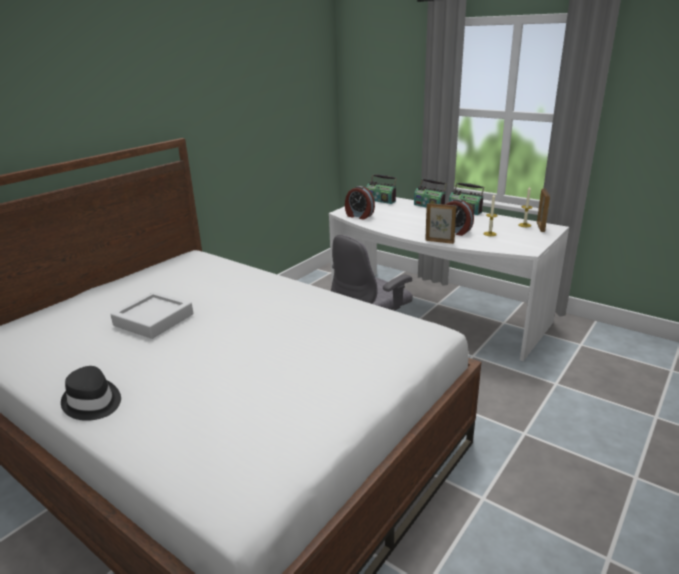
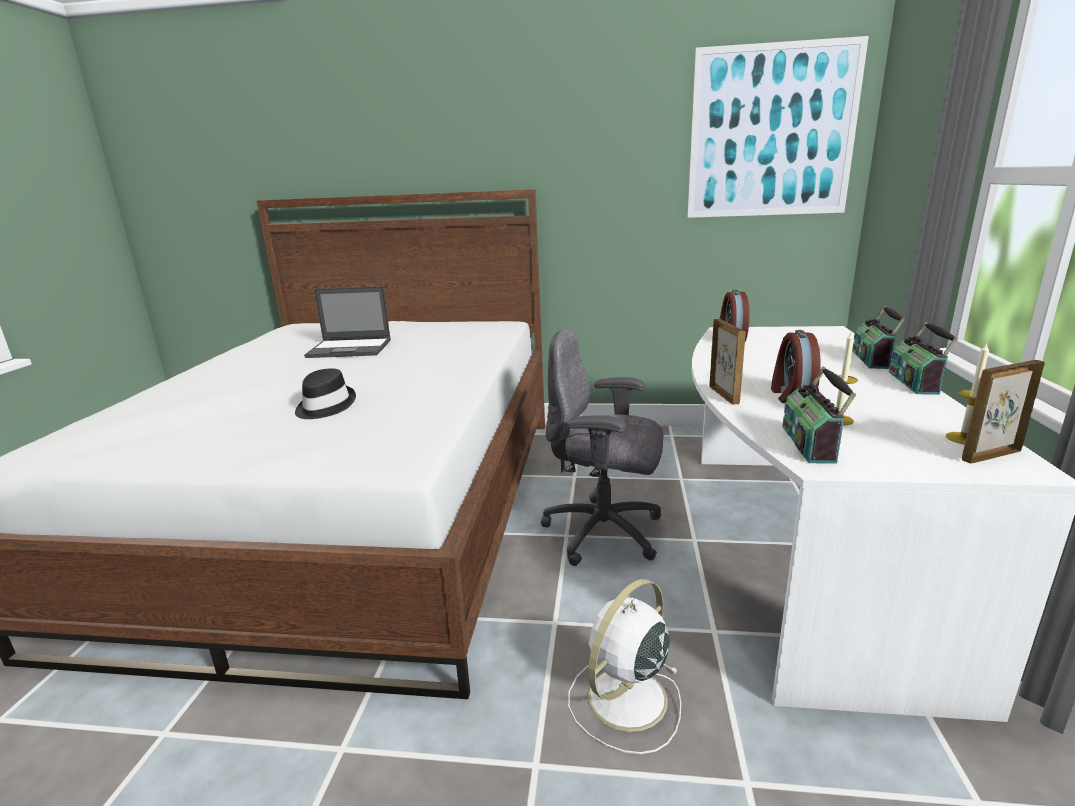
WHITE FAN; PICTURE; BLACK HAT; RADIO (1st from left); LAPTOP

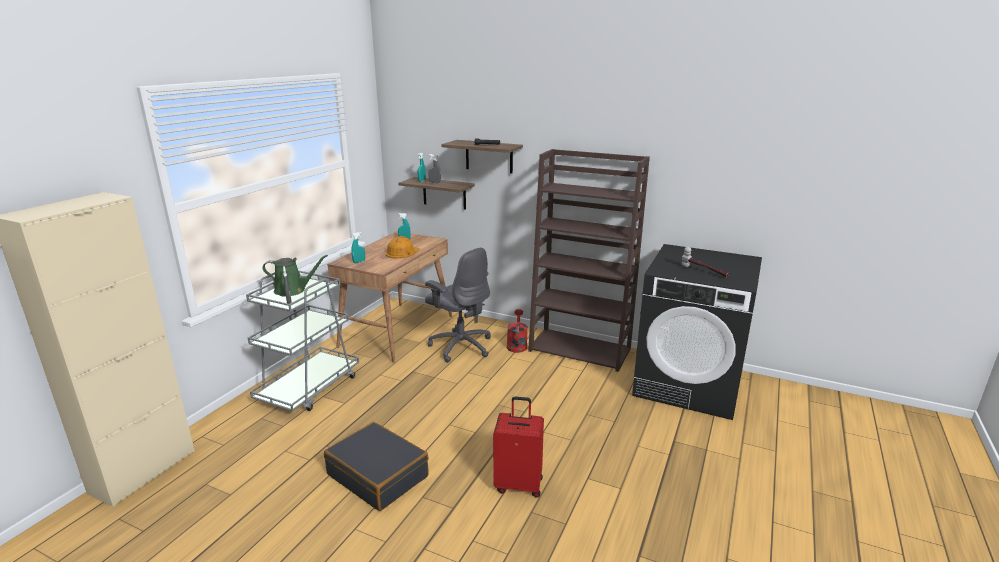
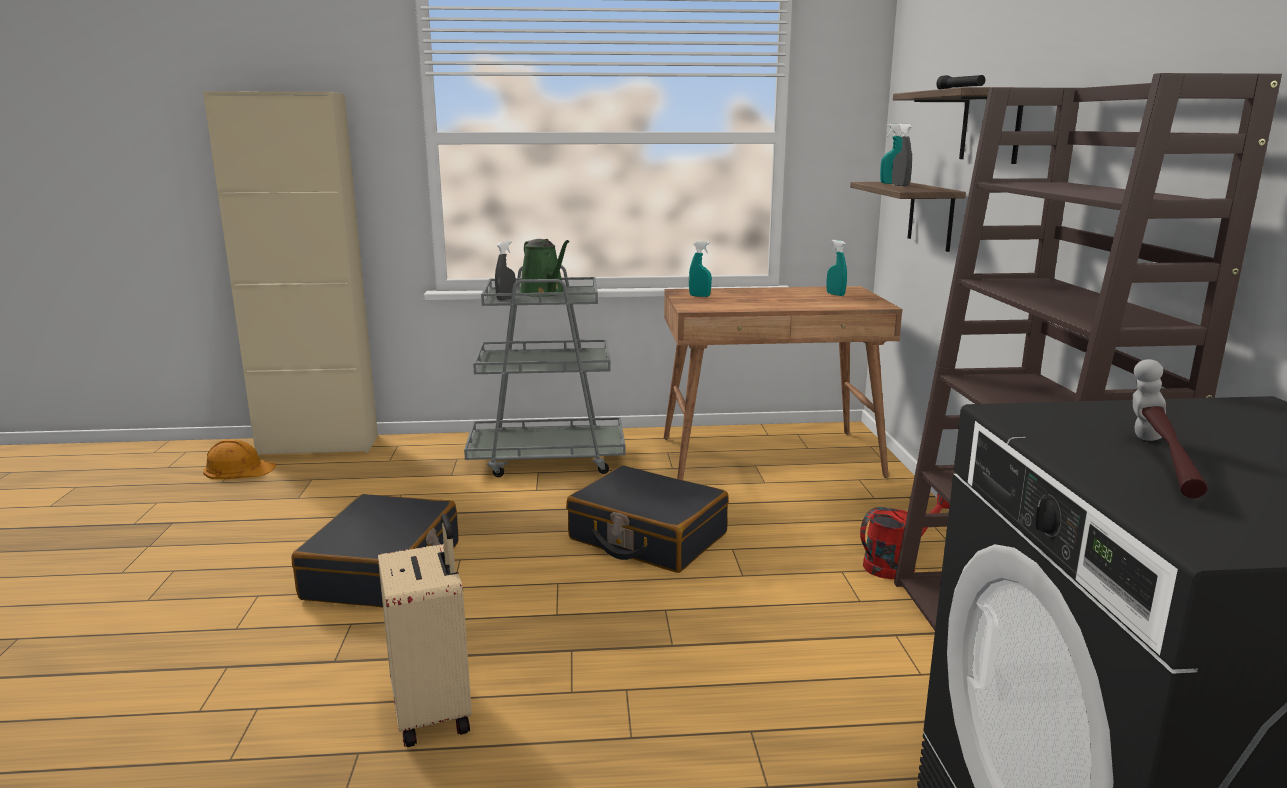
GREY OFFICE CHAIR; BLACK SUITCASE (2nd from left); ORANGE HARD HAT; BEIGE SUITCASE

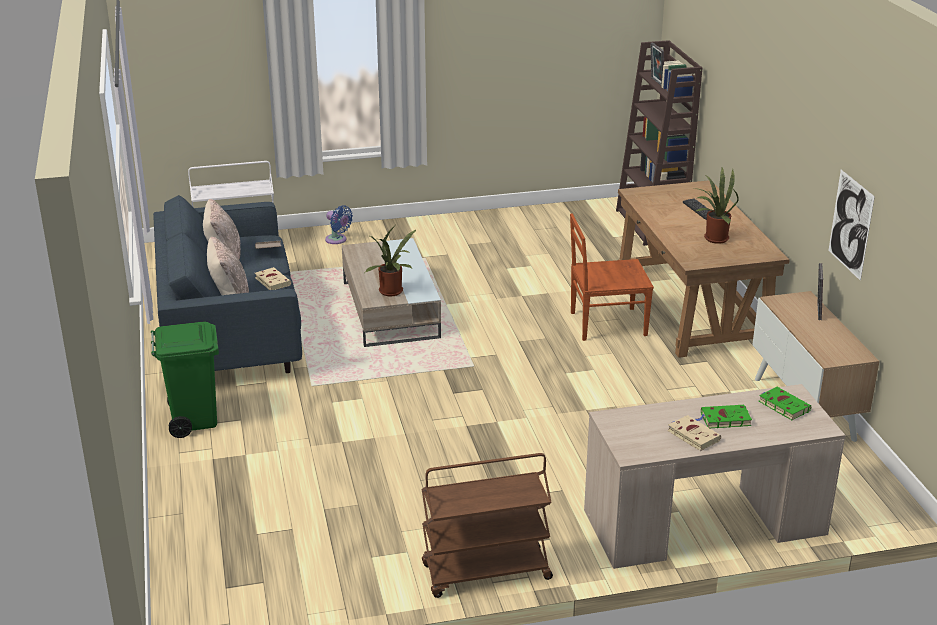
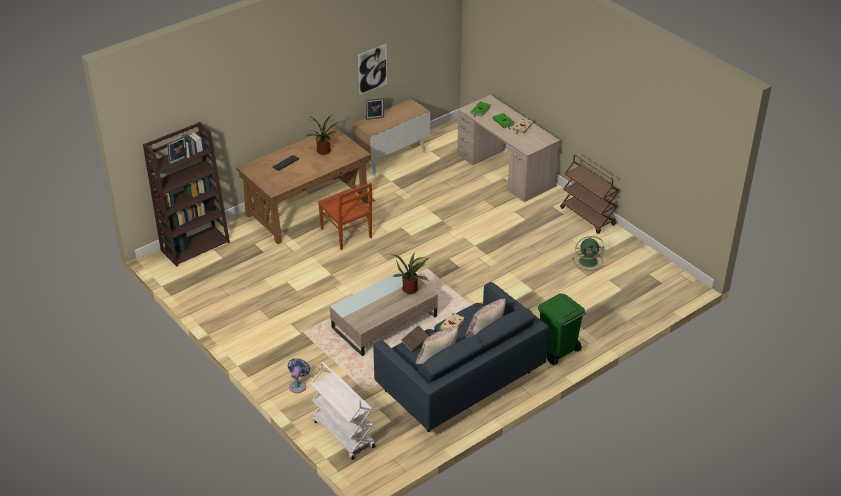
GREEN FAN

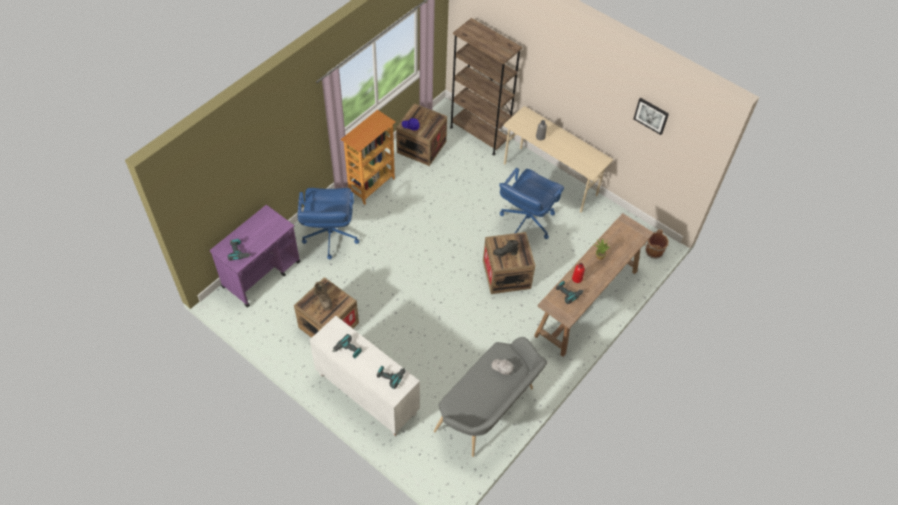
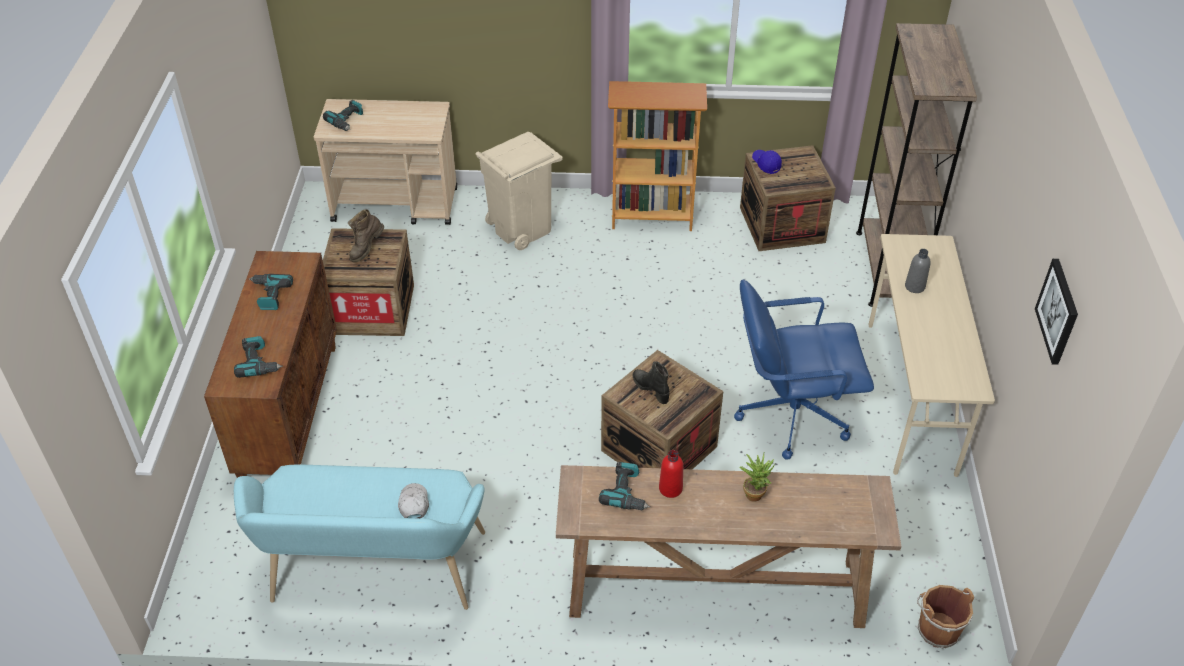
BEIGE TRASH CAN; BEIGE CART; BROWN CABINET; TURQUOISE BENCH

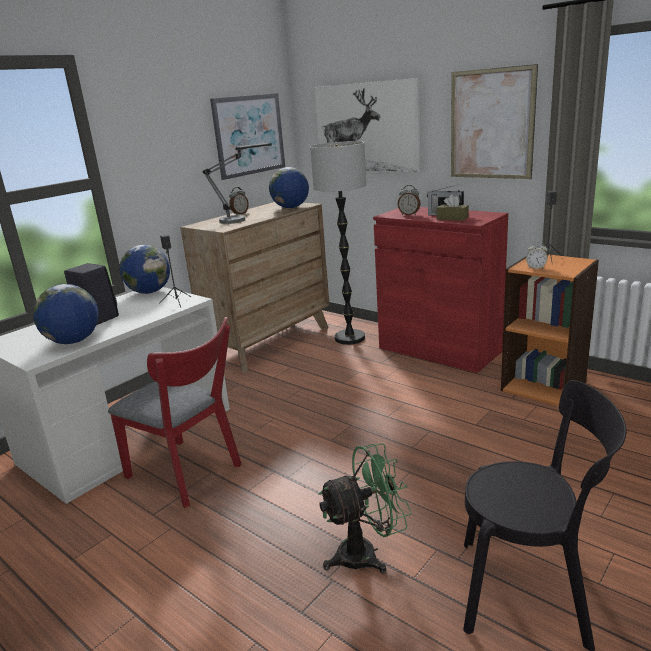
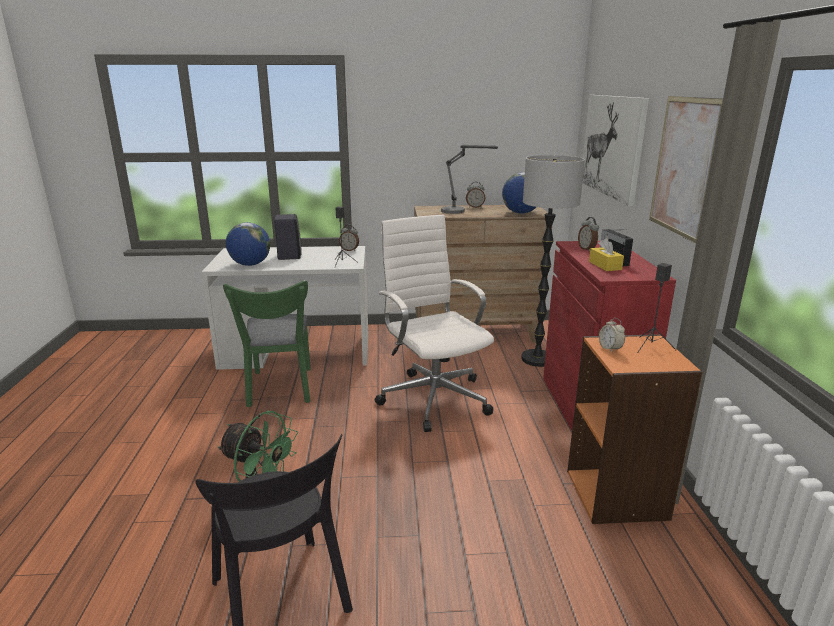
PICTURE (1st from left in the first image); WHITE OFFICE CHAIR; ALARM CLOCK (1st from left); GREEN CHAIR; YELLOW TISSUE BOX

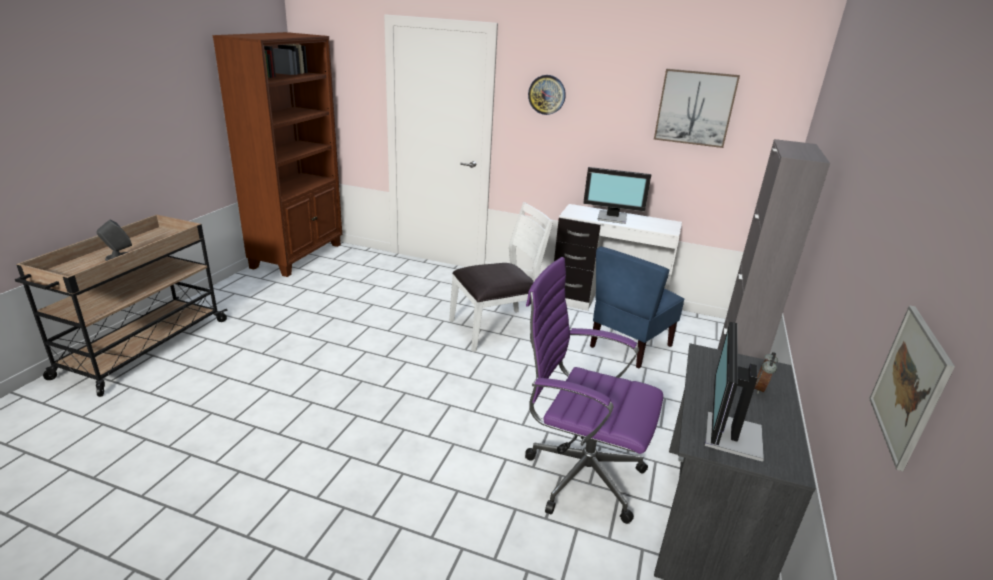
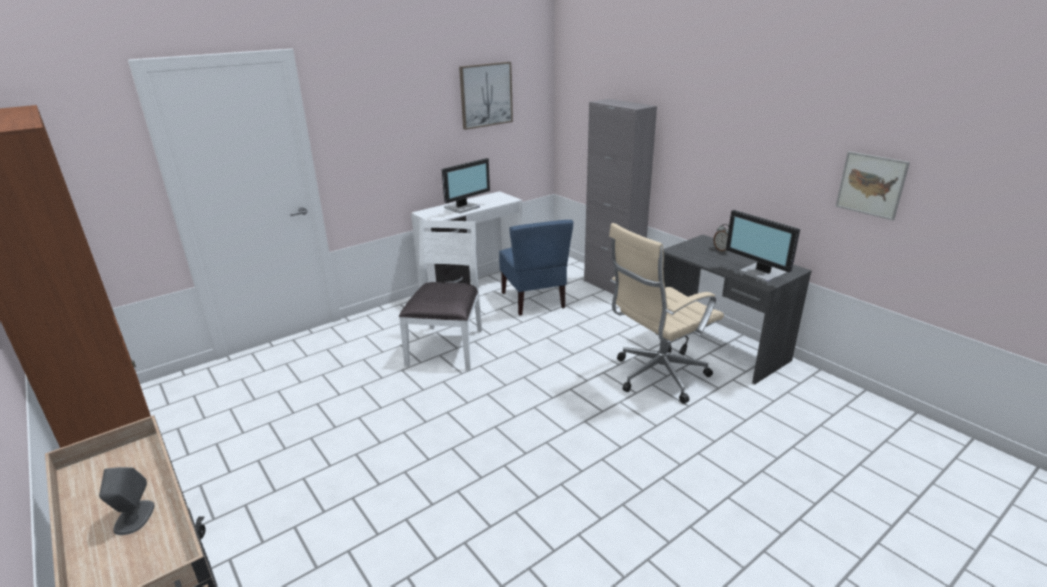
WALL CLOCK; BEIGE OFFICE CHAIR

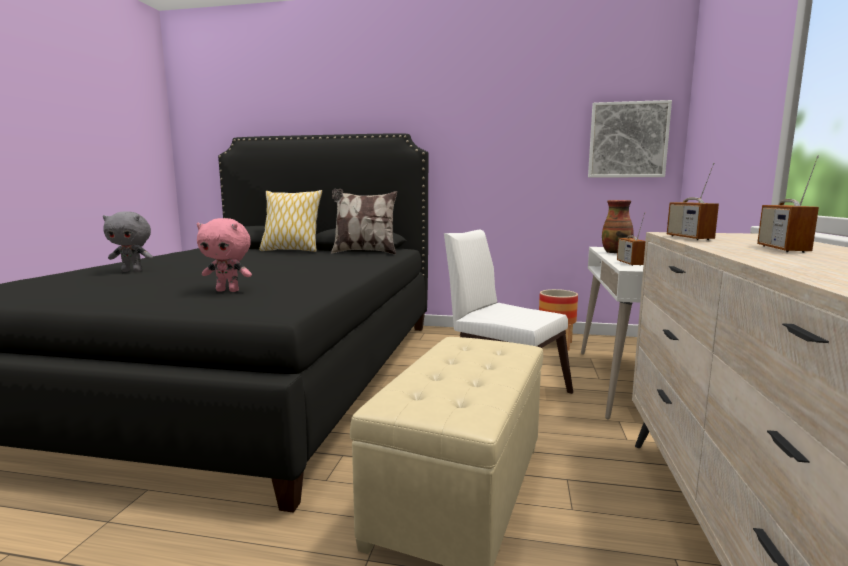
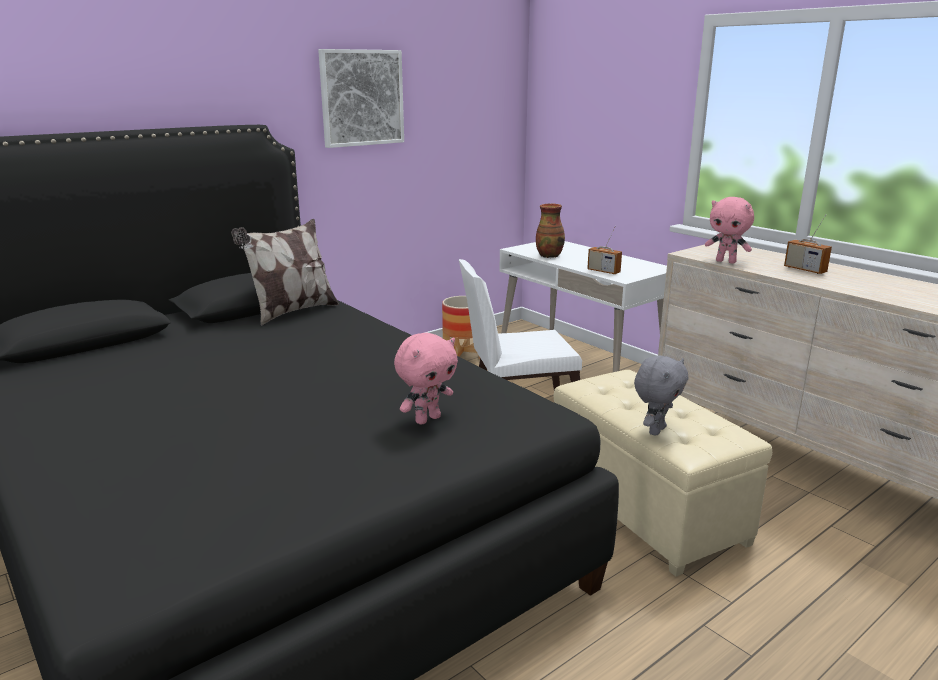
PILLOW (1st from left in the first image); GREY PLUSH TOY; PICTURE; PINK PLUSH TOY (2nd from left)

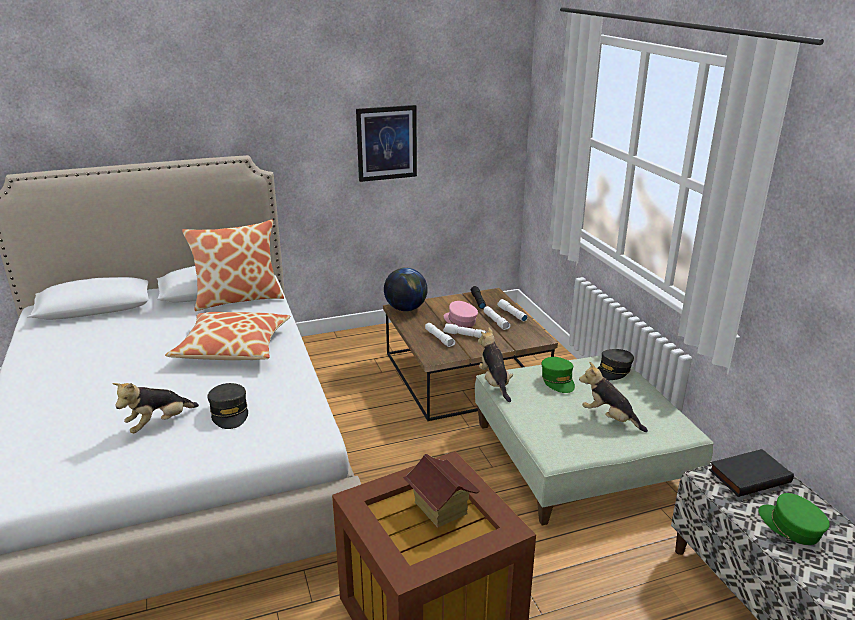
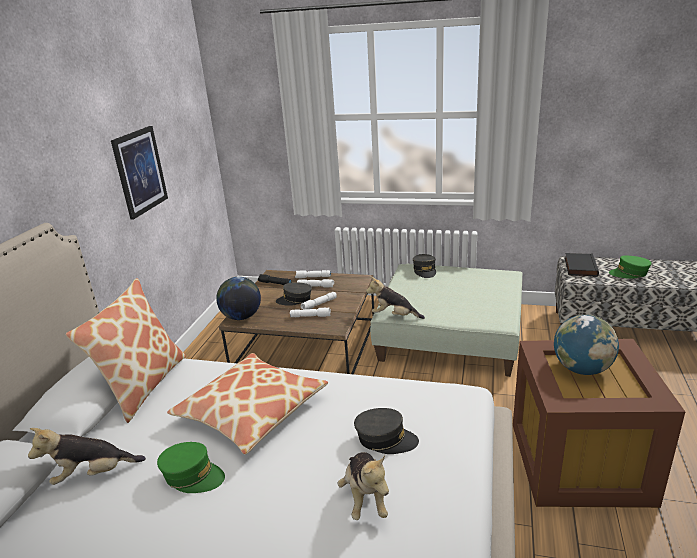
GREEN CAP (1st from left); PLUSH TOY (1st from left); GLOBE (2nd from left); GREY CAP (1st from left)

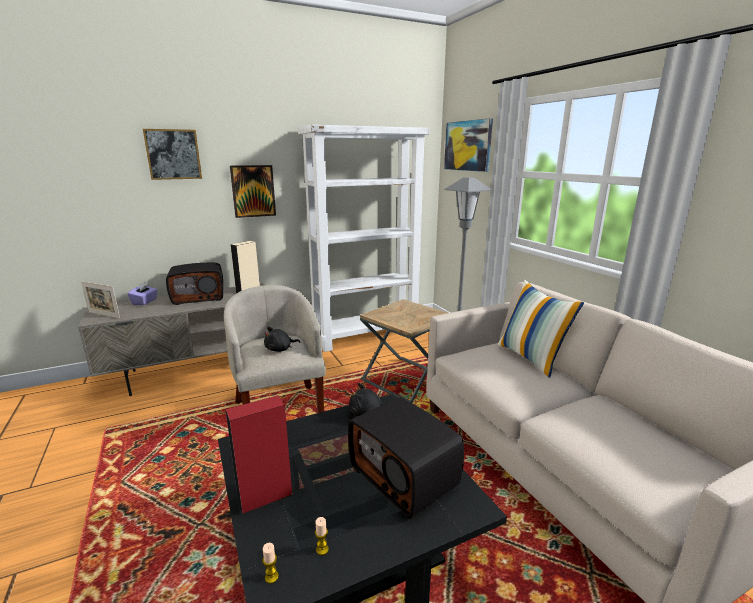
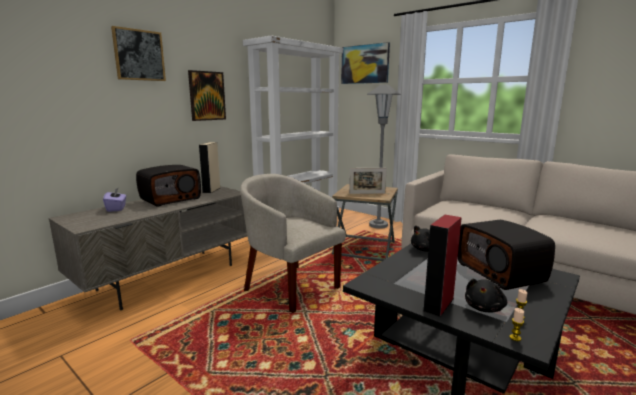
PILLOW; PICTURE FRAME; BLACK PLUSH TOY (2nd from left); RADIO (2nd from left)

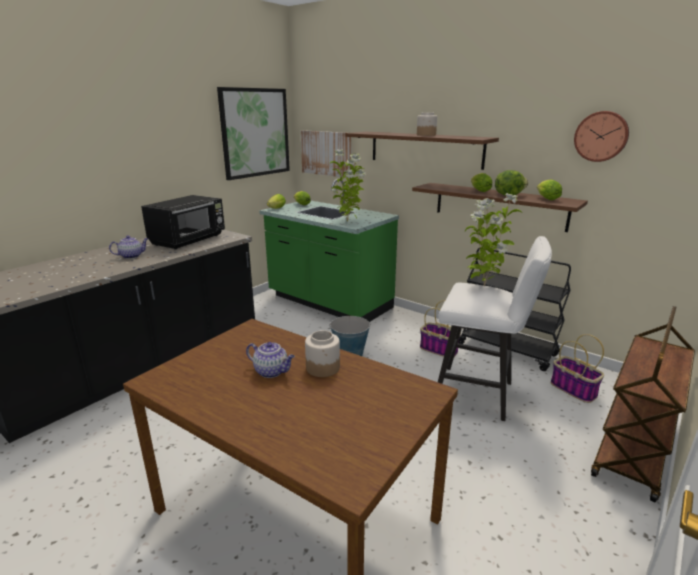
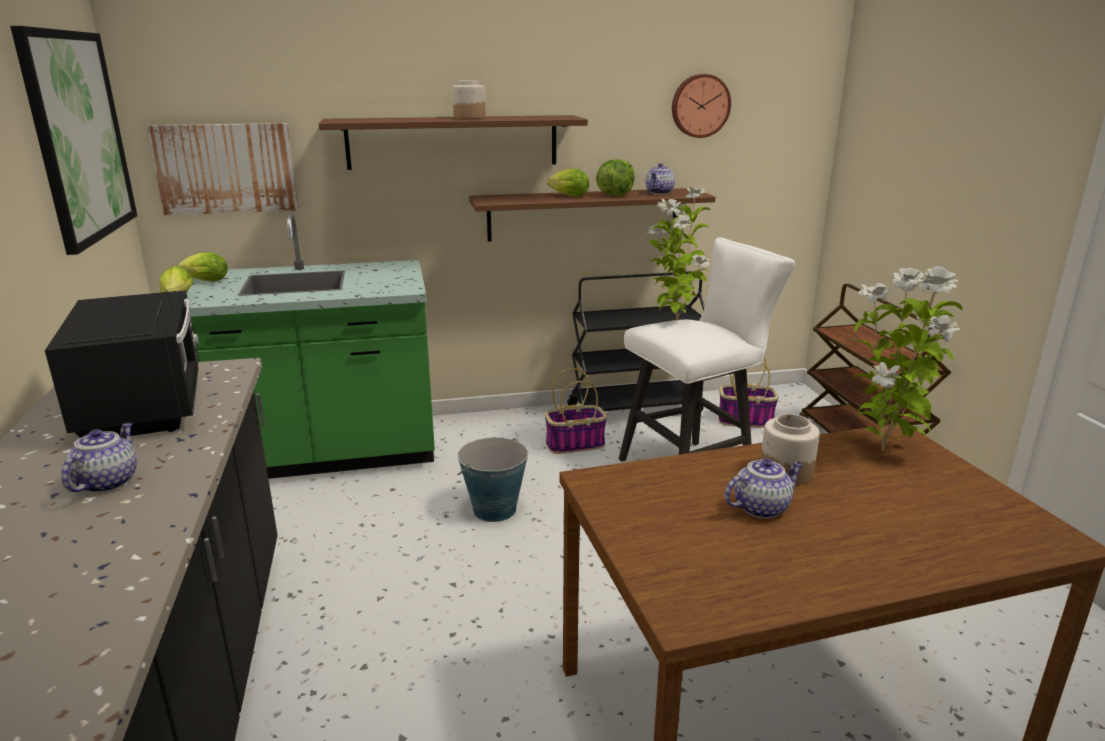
POTTED PLANT (2nd from left); TEAPOT (2nd from left)

